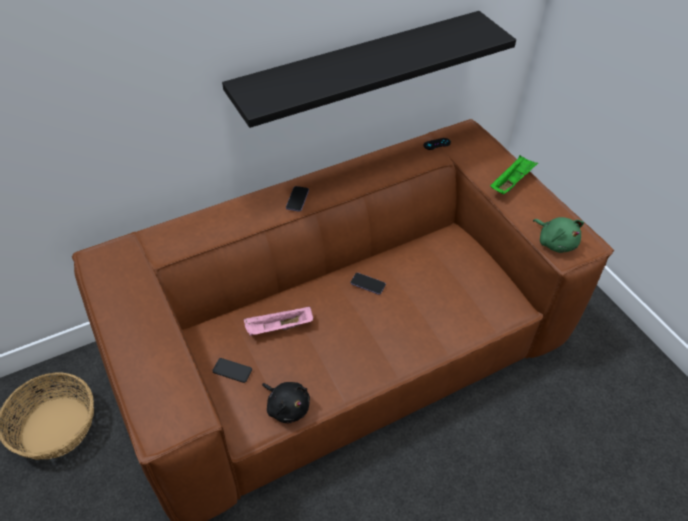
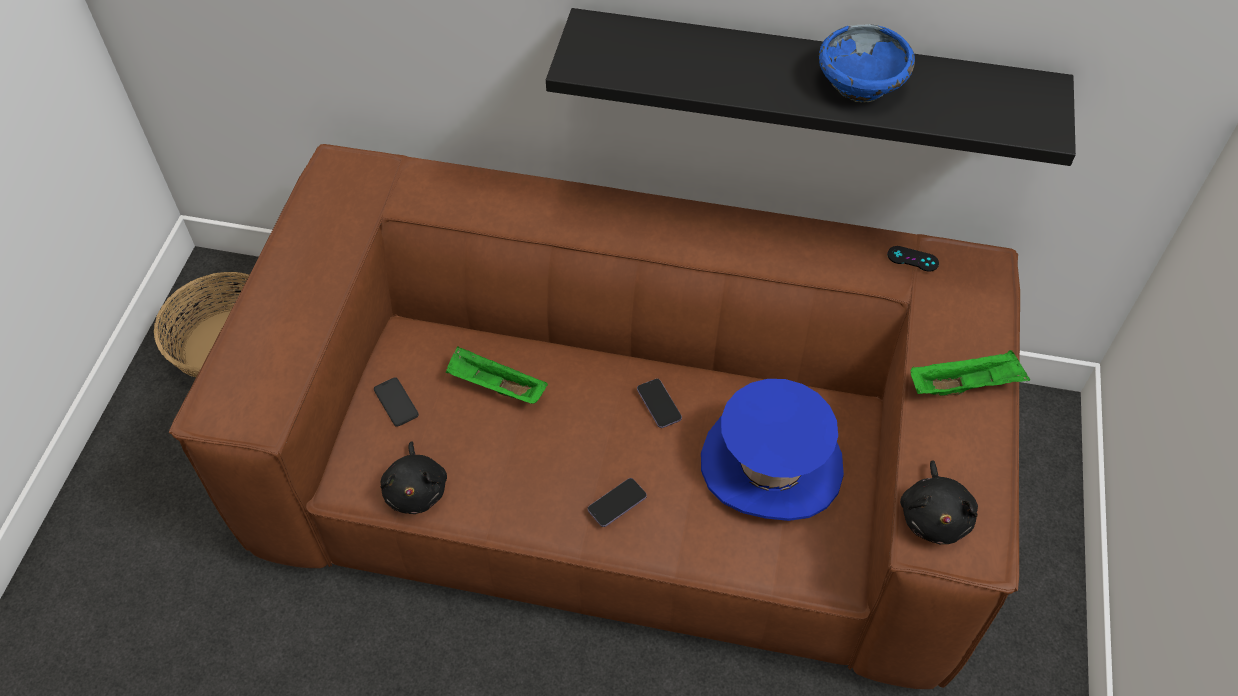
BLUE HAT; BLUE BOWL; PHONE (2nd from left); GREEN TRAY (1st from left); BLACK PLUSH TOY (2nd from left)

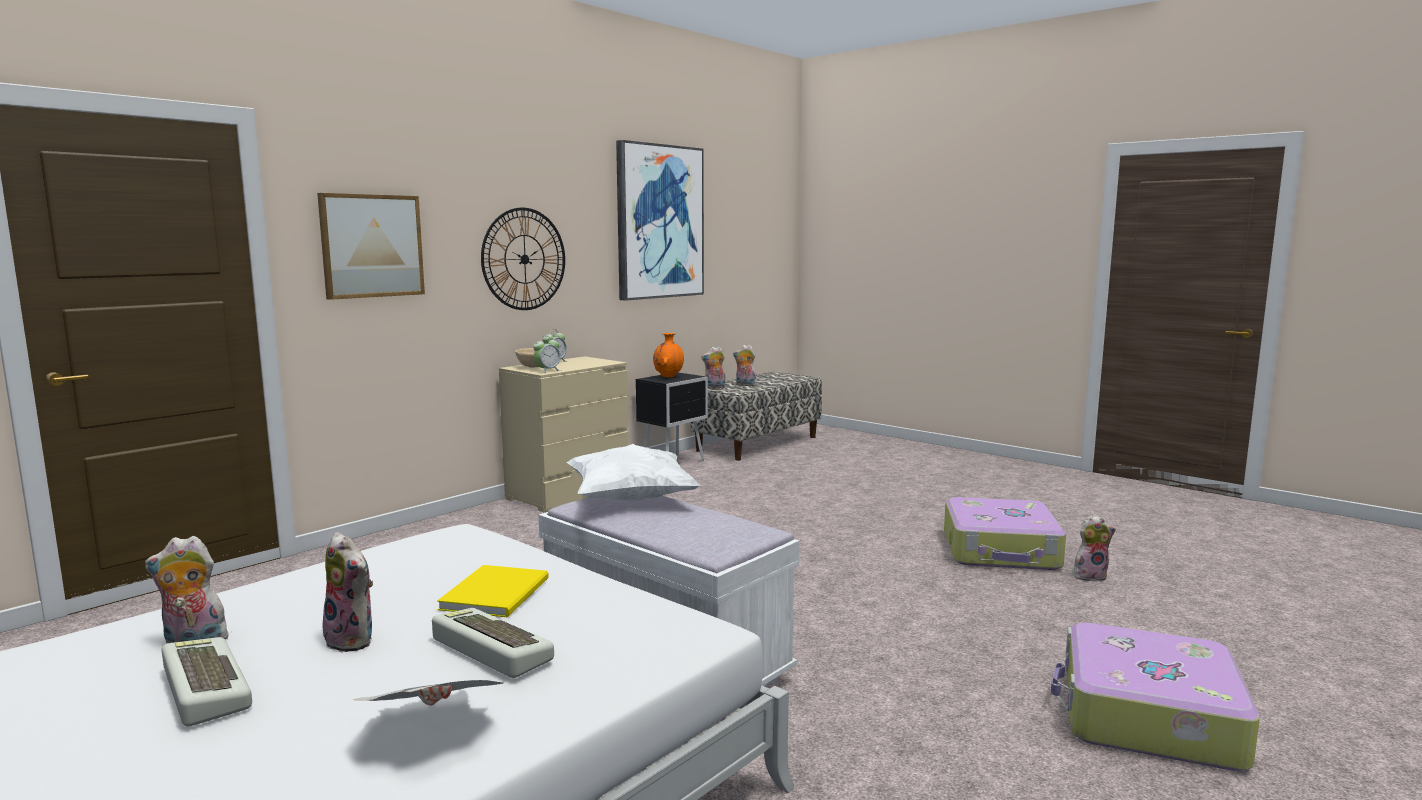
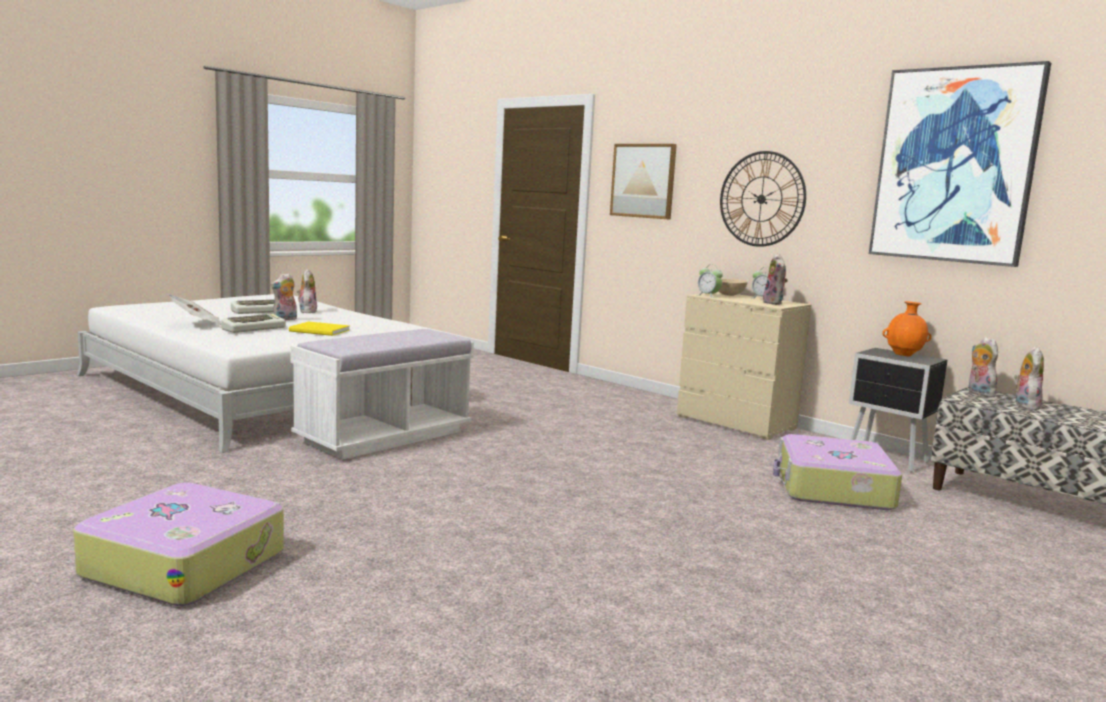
WHITE PILLOW; SUITCASE (2nd from left); PLUSH TOY (3rd from left)

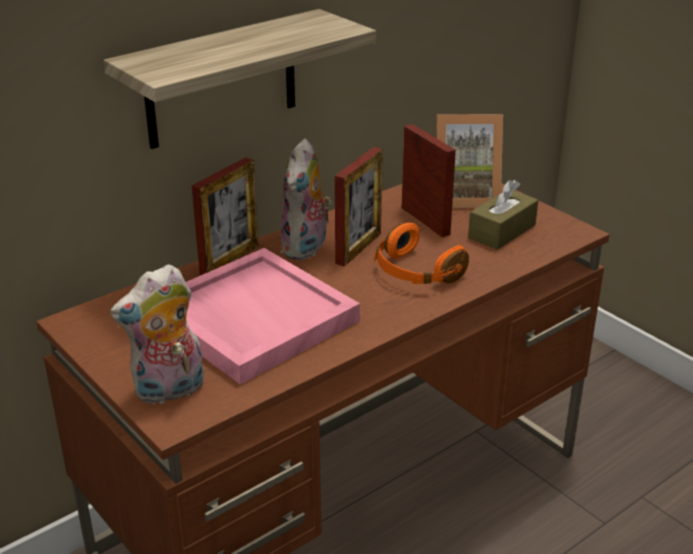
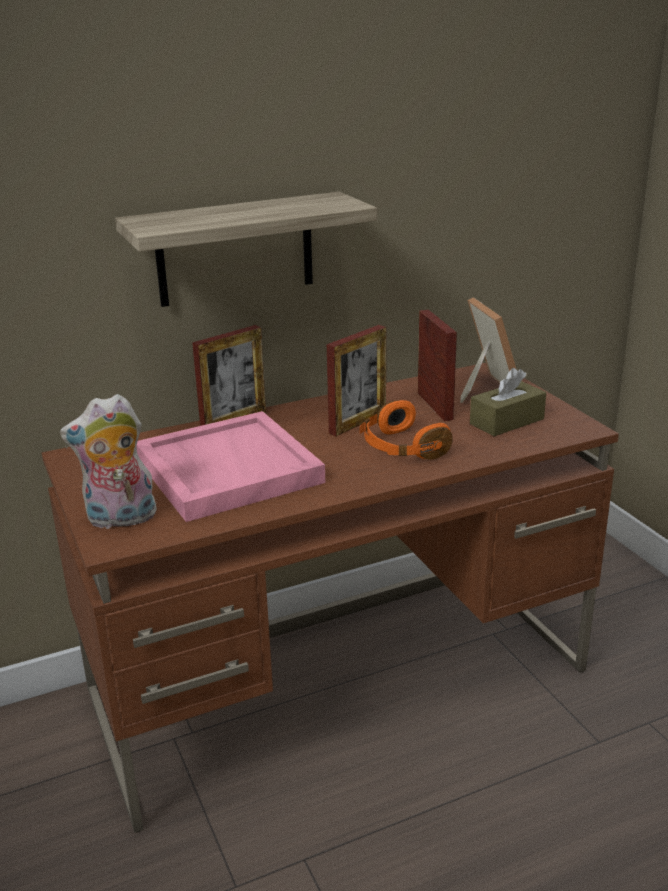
PLUSH TOY (2nd from left in the first image); PICTURE FRAME (4th from left)

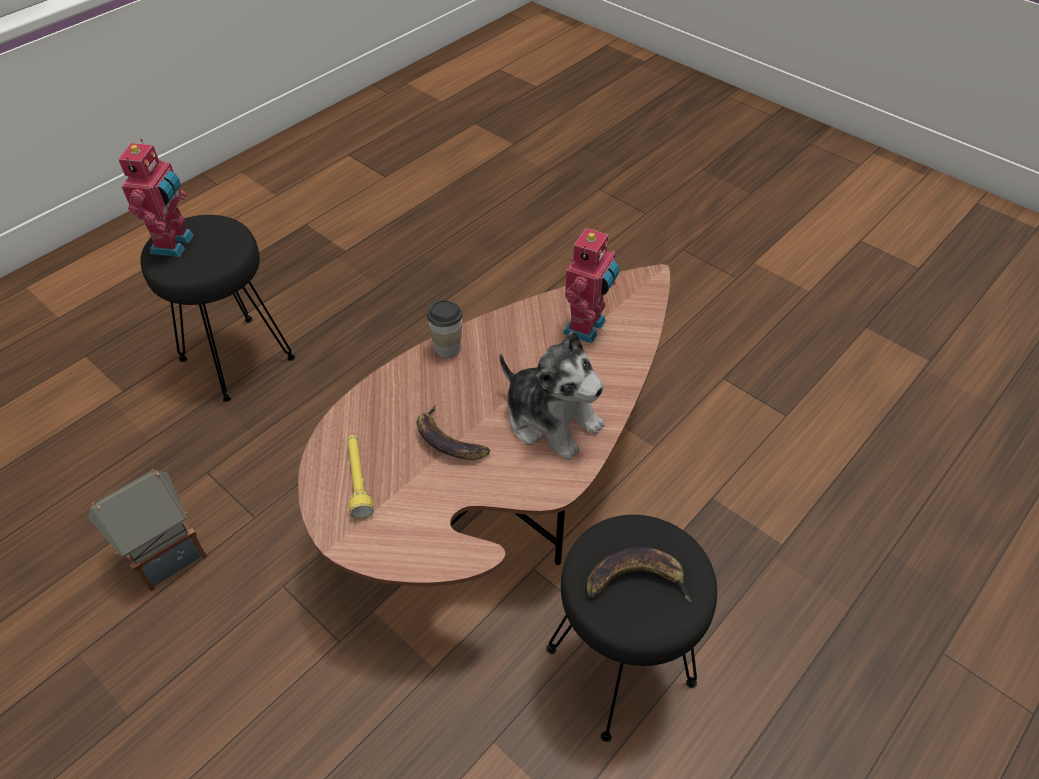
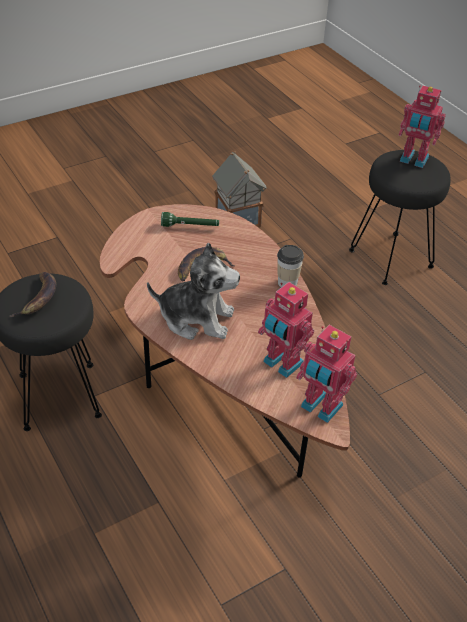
TOY ROBOT (2nd from left); GREEN FLASHLIGHT; PLUSH TOY

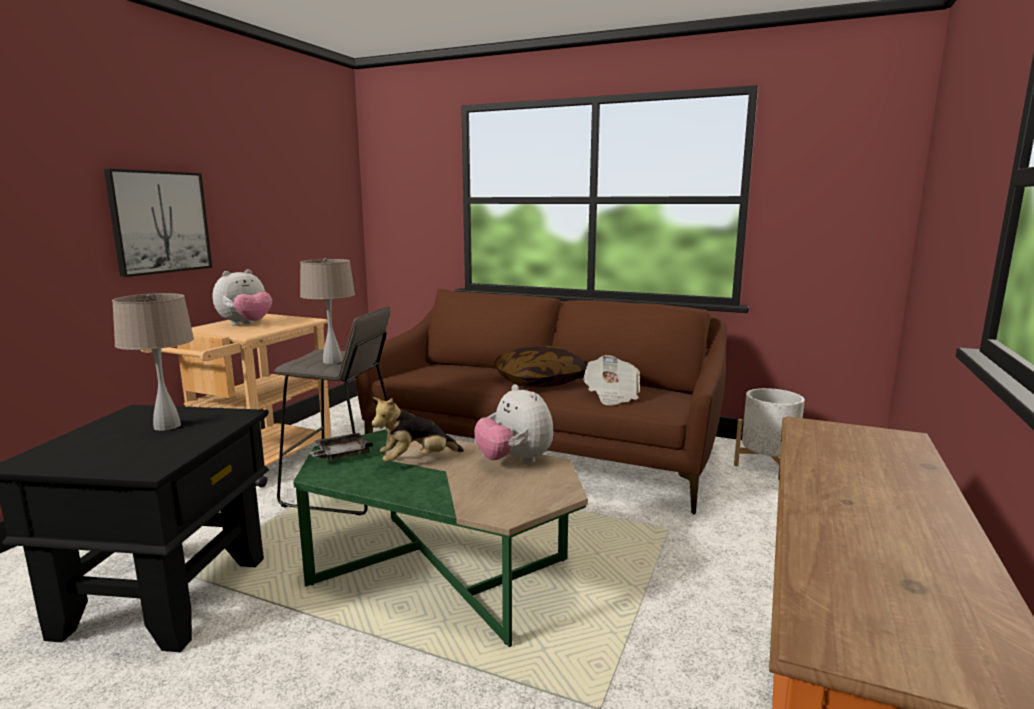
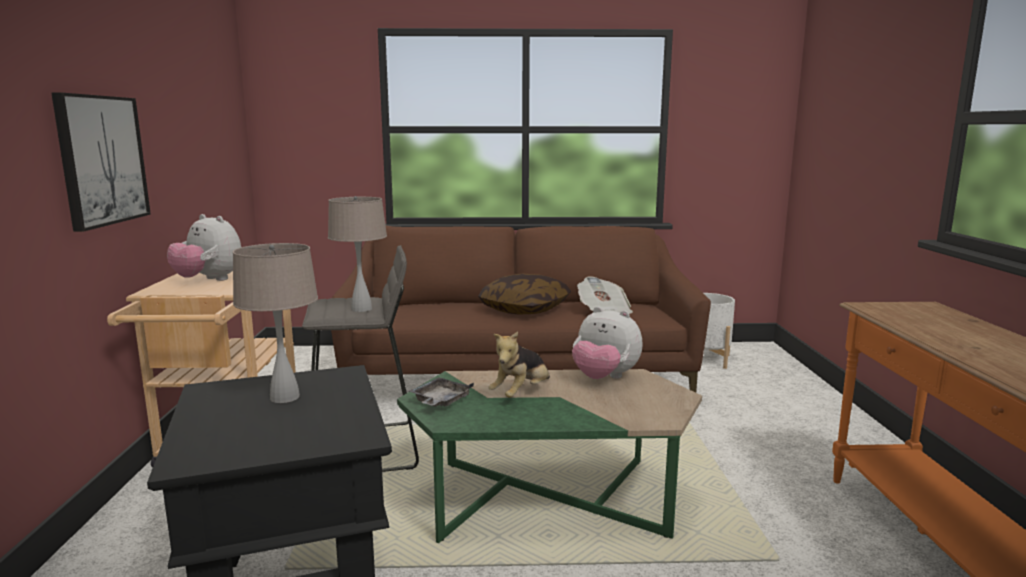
PLUSH TOY (1st from left)

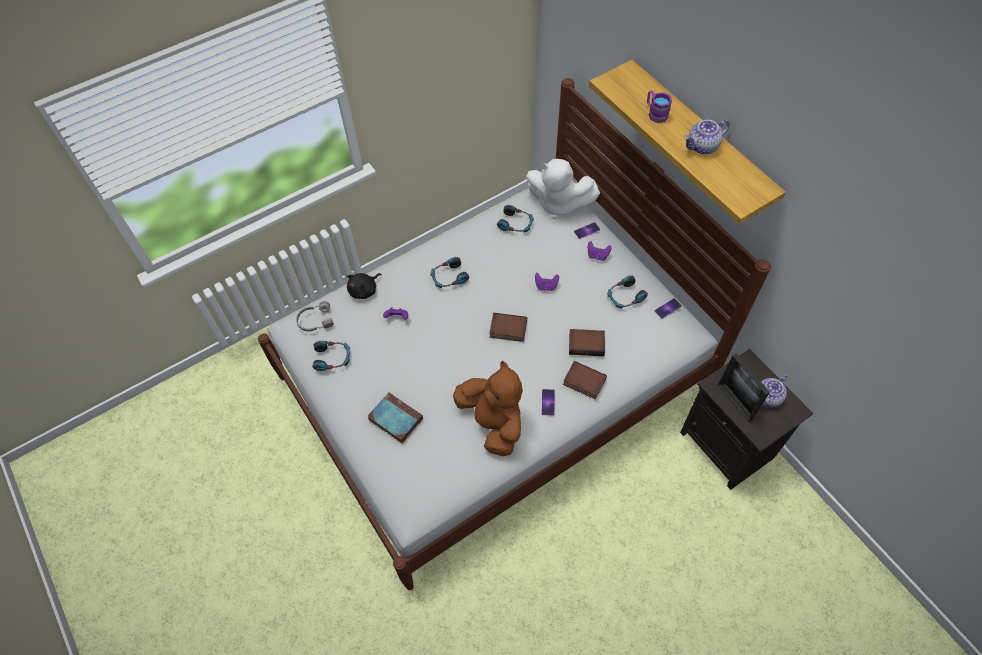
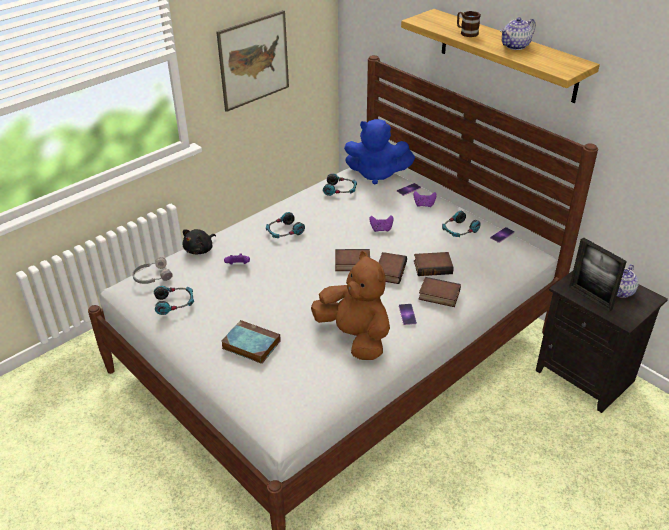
PICTURE; BOOK (3rd from left); BLUE PLUSH TOY; BROWN MUG

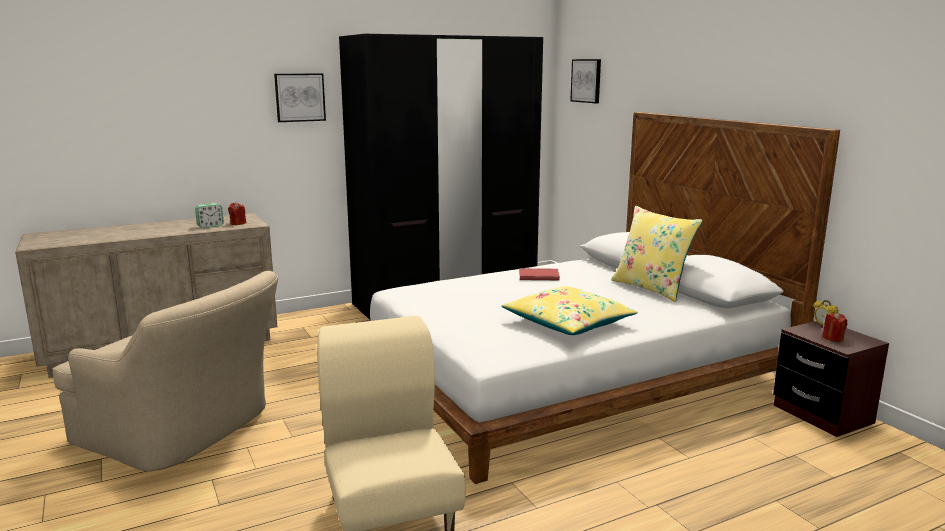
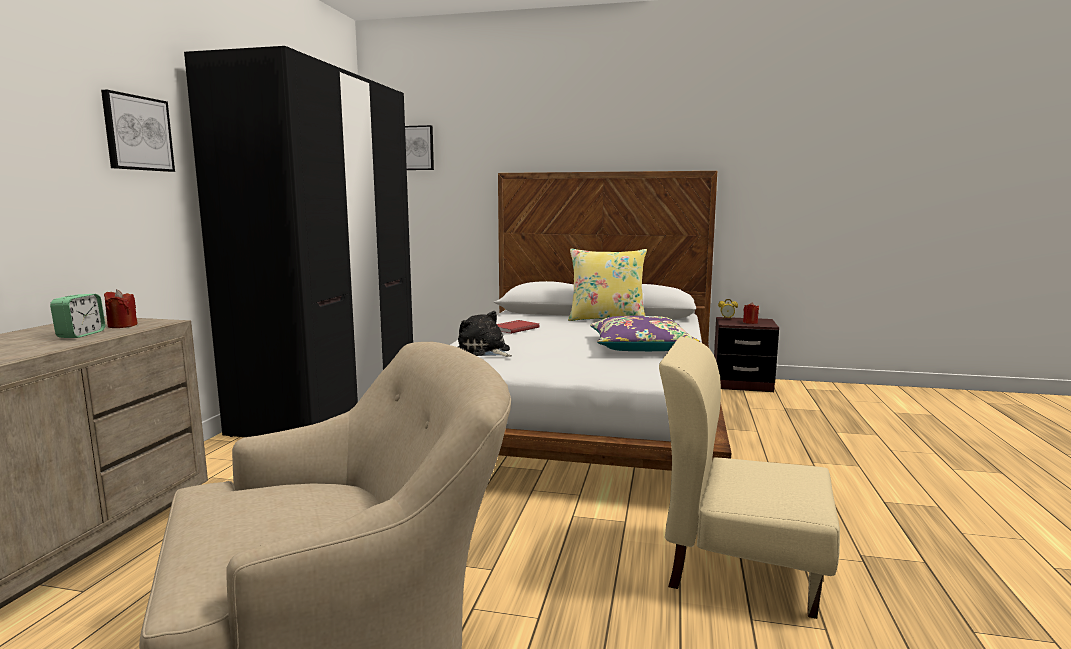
PLUSH TOY; PURPLE PILLOW

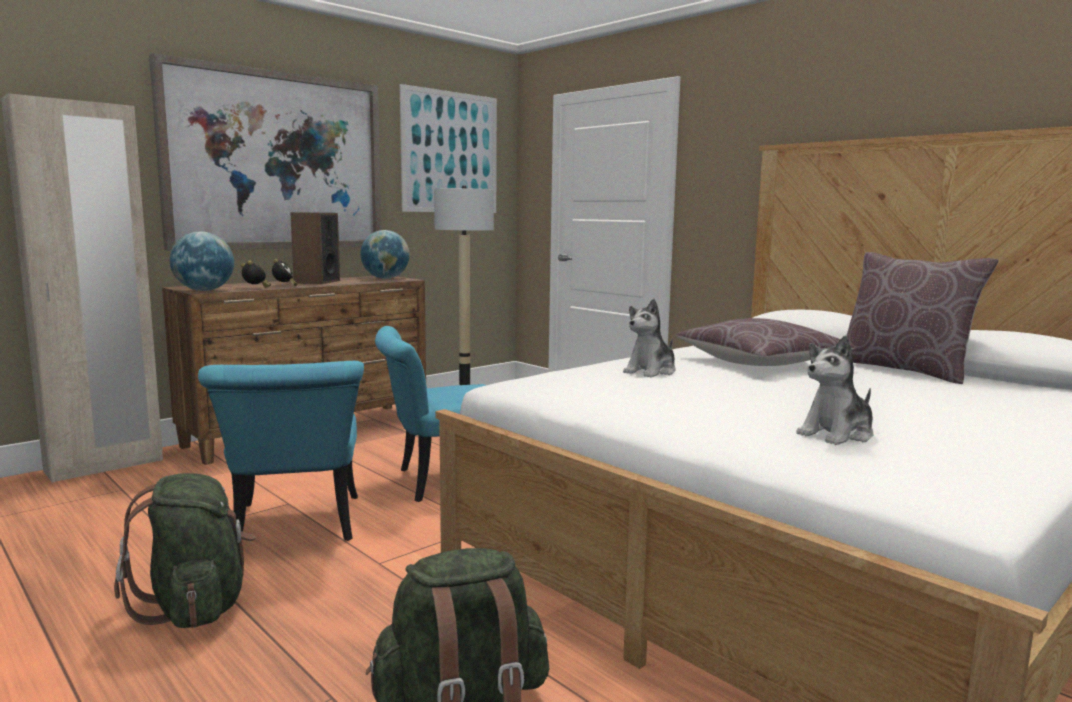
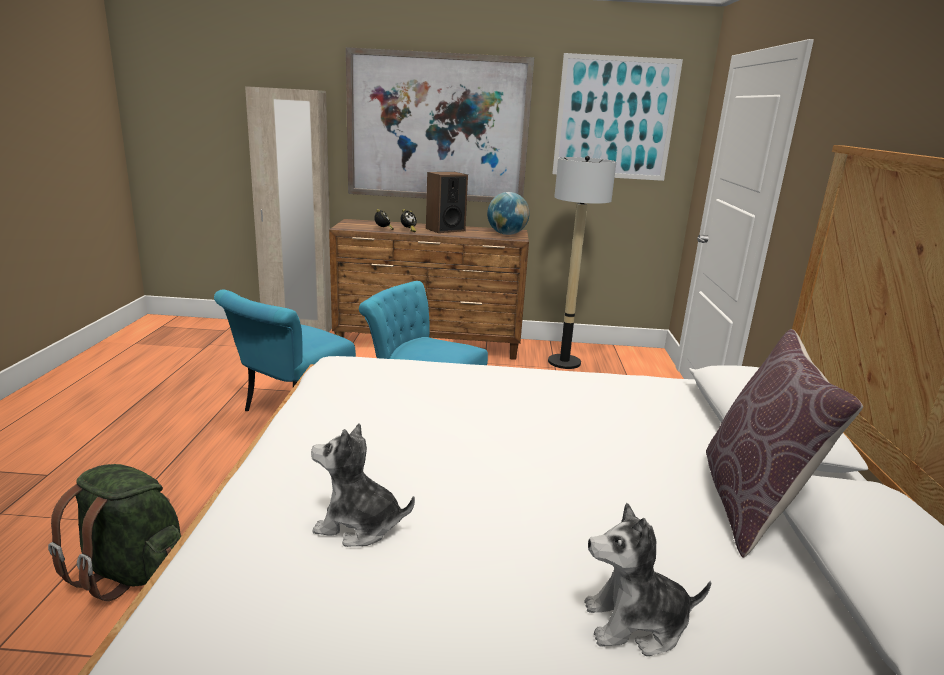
GREEN BACKPACK (1st from left in the first image); GLOBE (1st from left in the first image); BROWN PILLOW (1st from left in the first image); PLUSH TOY (2nd from left)

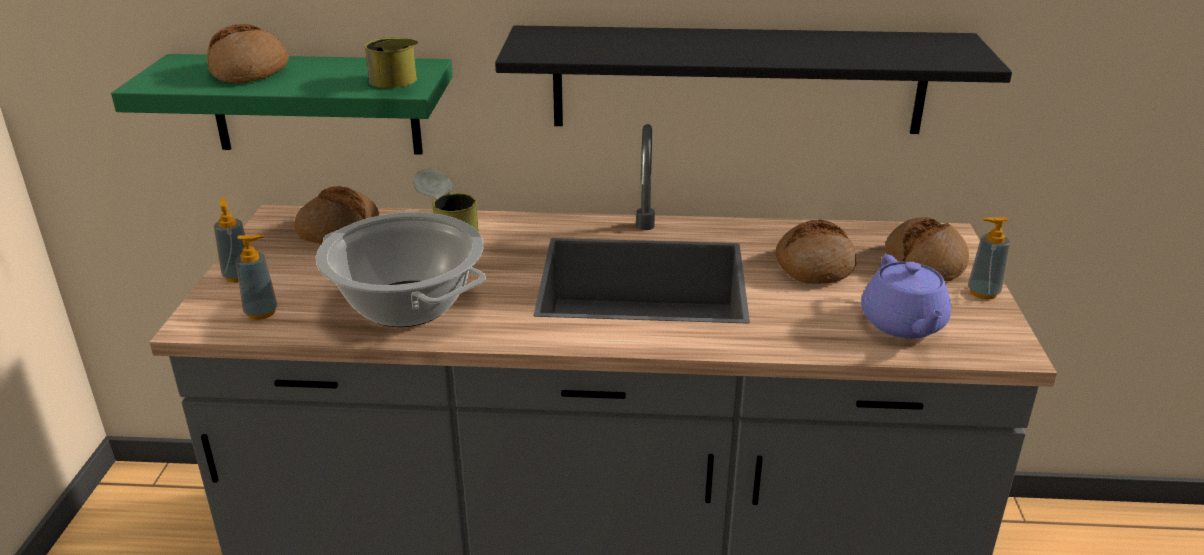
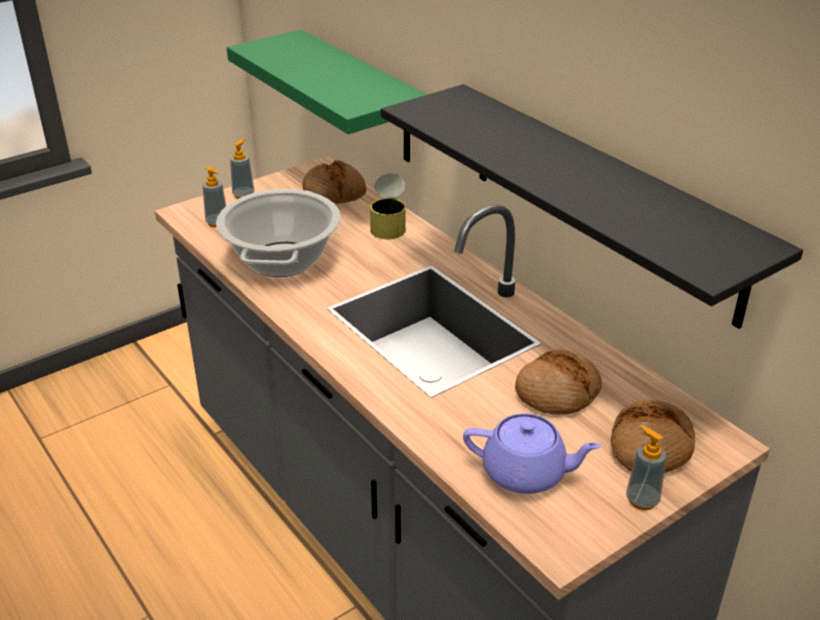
BREAD (1st from left in the first image); CAN (1st from left in the first image); PURPLE TEAPOT

